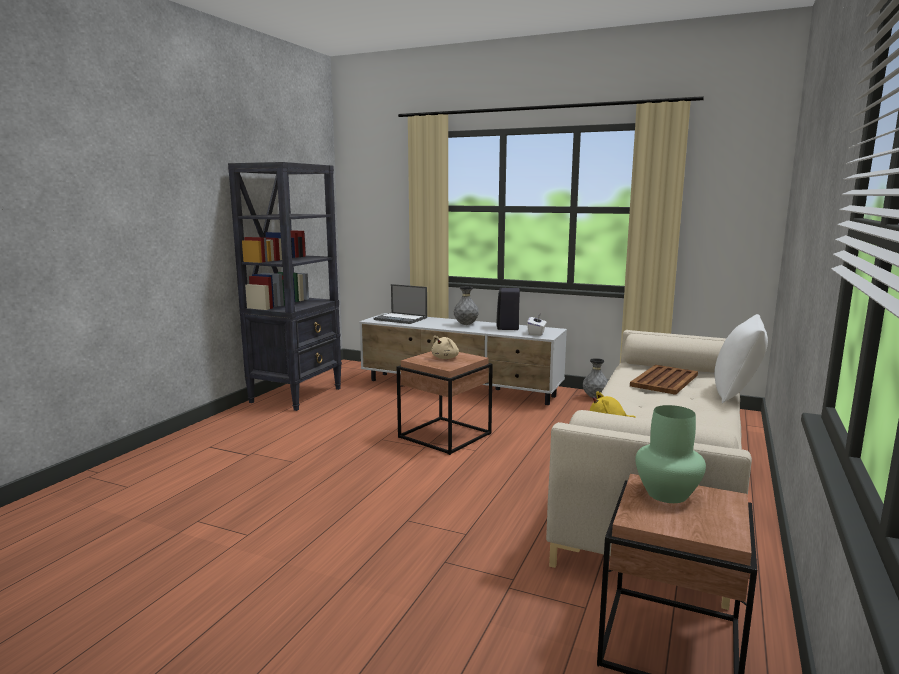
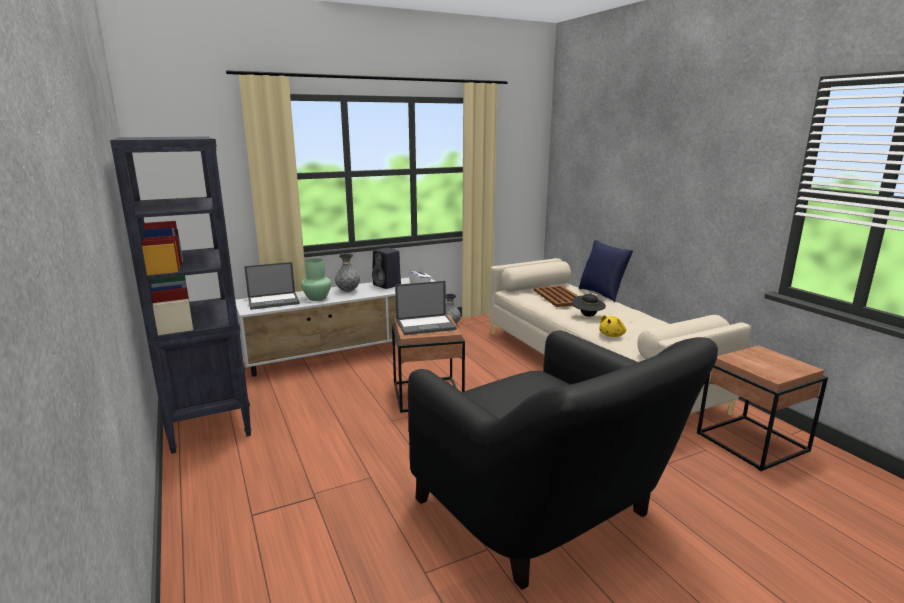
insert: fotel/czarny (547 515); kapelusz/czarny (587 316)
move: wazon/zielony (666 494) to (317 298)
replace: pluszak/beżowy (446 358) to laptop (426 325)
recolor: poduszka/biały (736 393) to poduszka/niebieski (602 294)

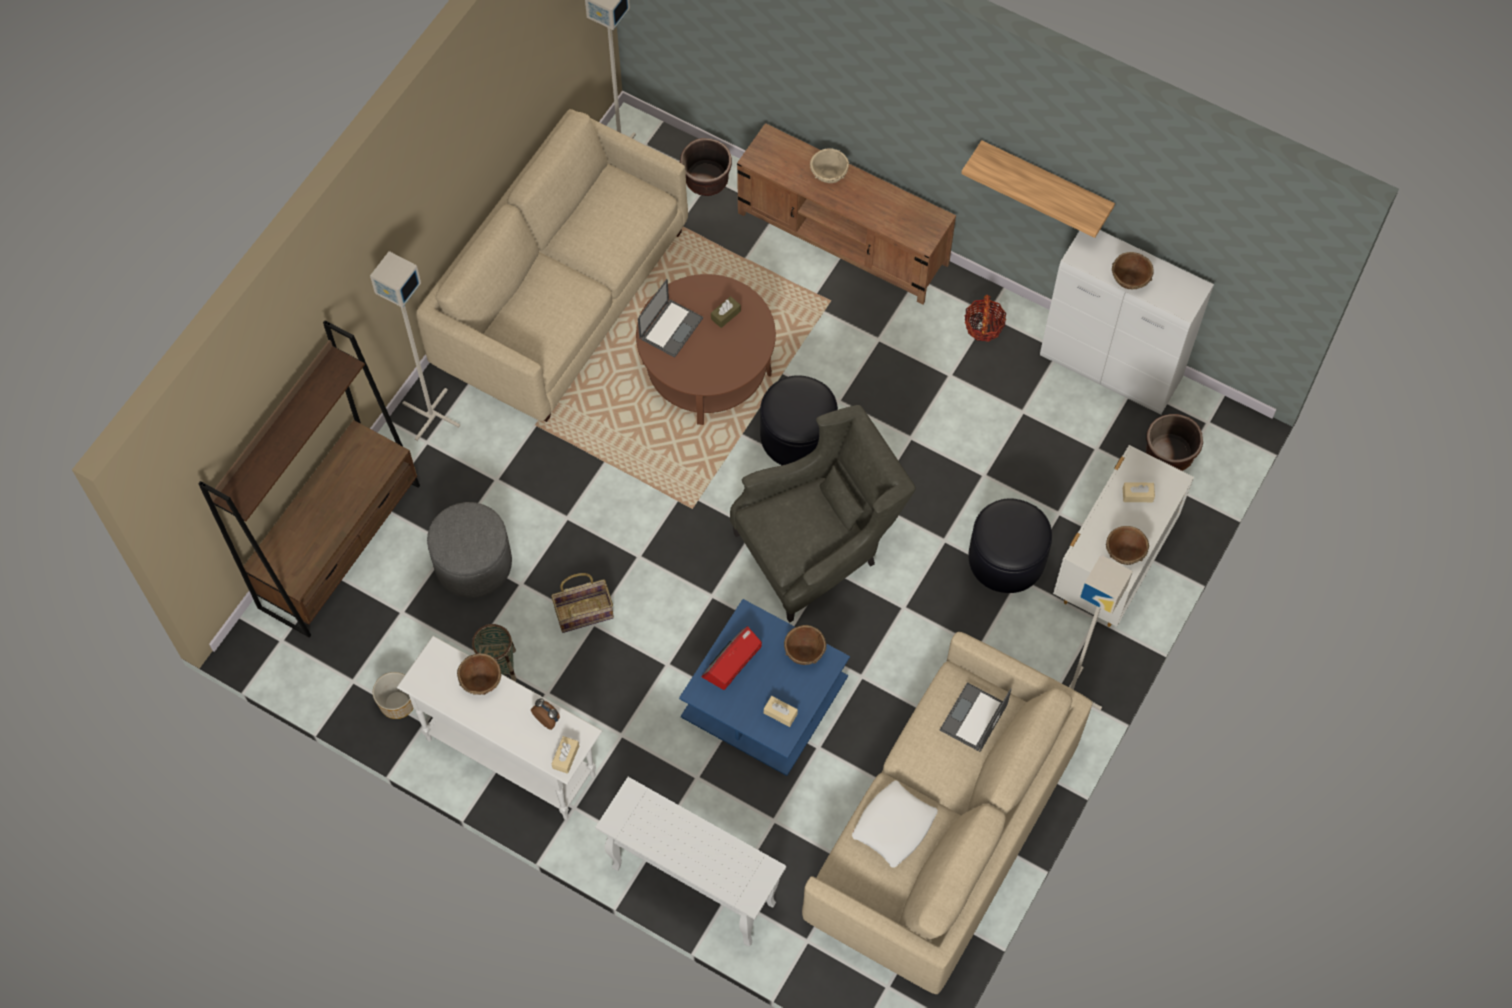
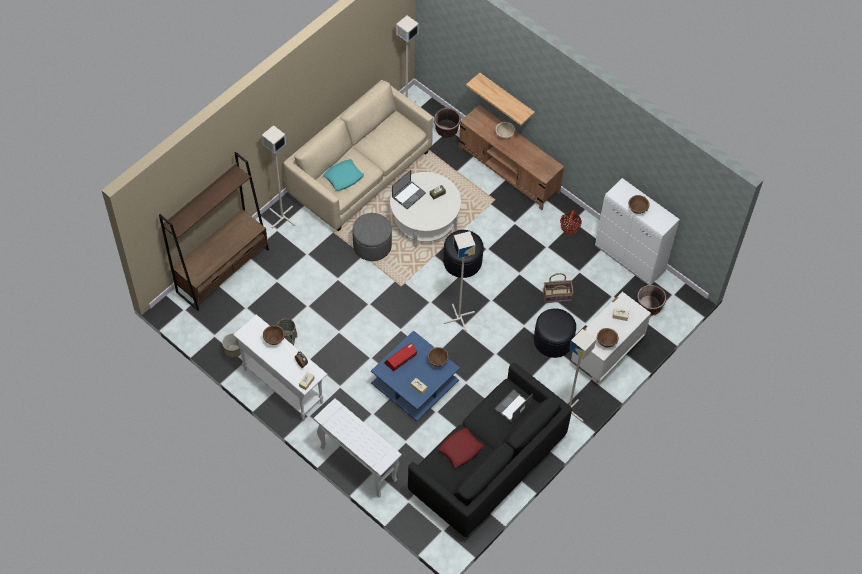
insert: poduszka/turkusowy (343 177)
move: pufa/szary (473 563) to (372 245); koszyk (584 612) to (557 295); półka (1045 182) to (506 97)
replace: fotel/szary (818 548) to lampa stojąca/szary (459 317)
recolor: ława/brązowy (707 368) to ława/biały (424 220); kanapa/beżowy (941 834) to kanapa/czarny (487 465); poduszka/biały (894 826) to poduszka/czerwony (460 449)

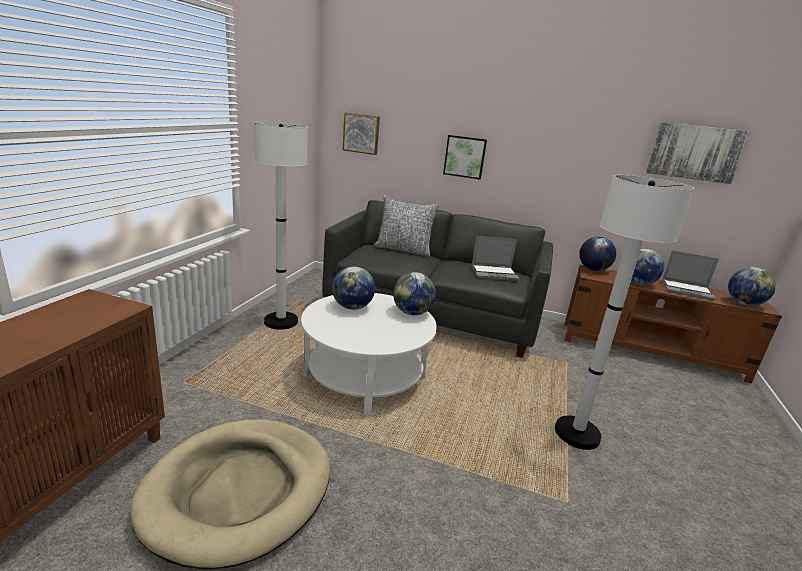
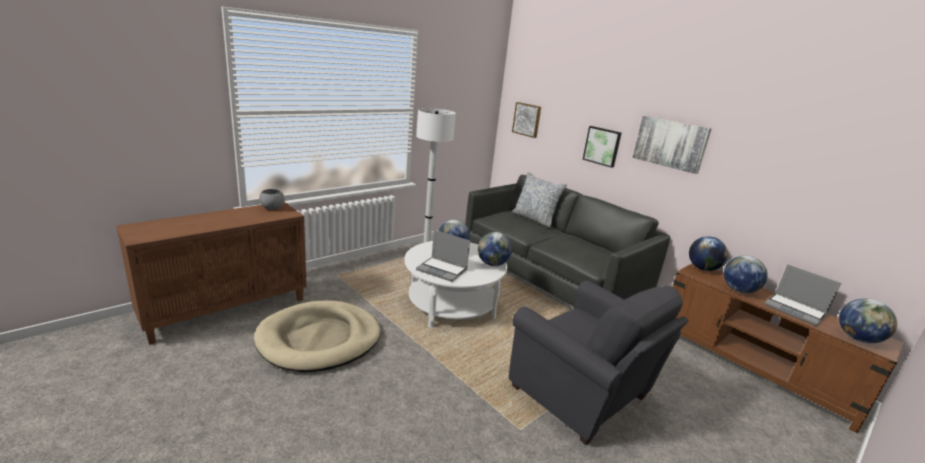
insert: miska/szary (272 208)
move: laptop (494 273) to (442 270); obraz (695 152) to (670 143)
replace: lampa stojąca/biały (577 434) to fotel/szary (583 396)

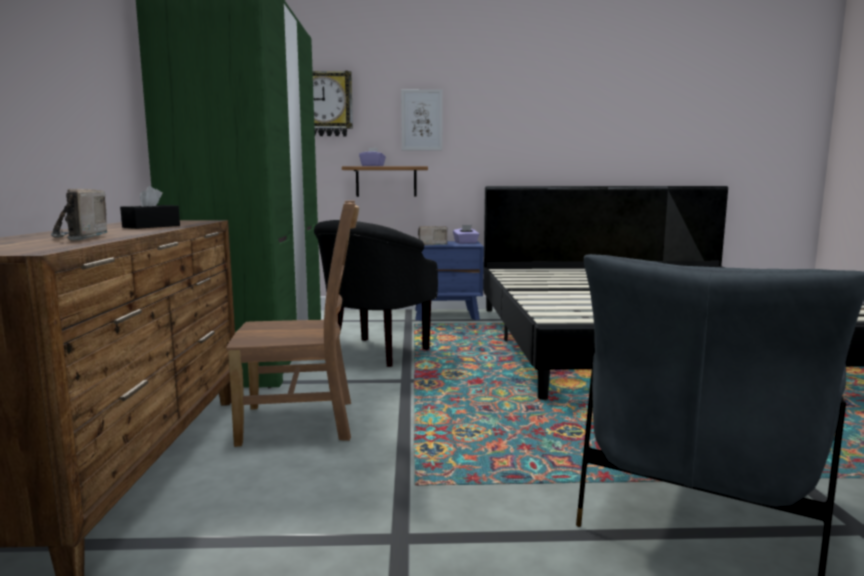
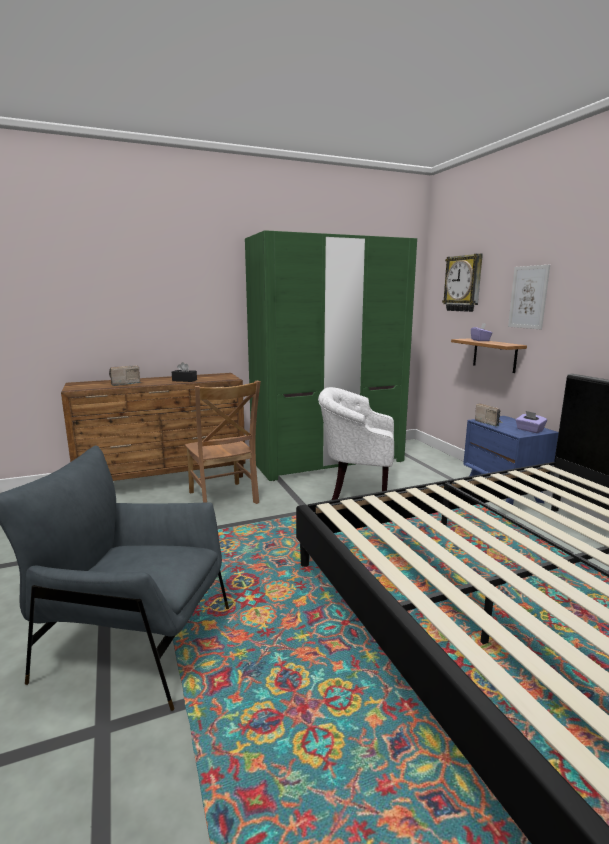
recolor: fotel/czarny (373 353) to fotel/biały (356 490)

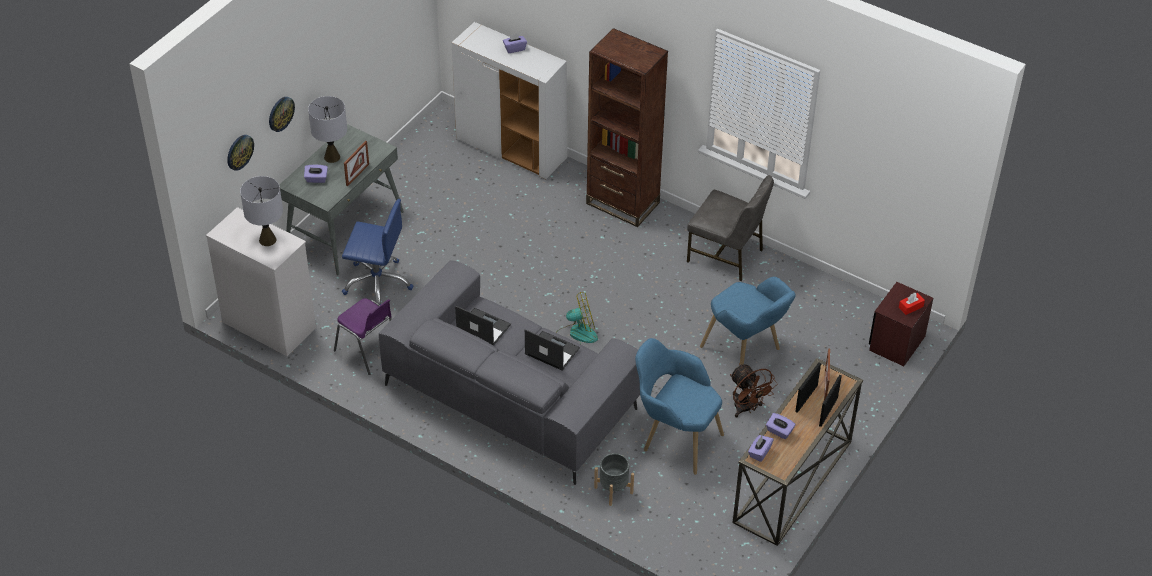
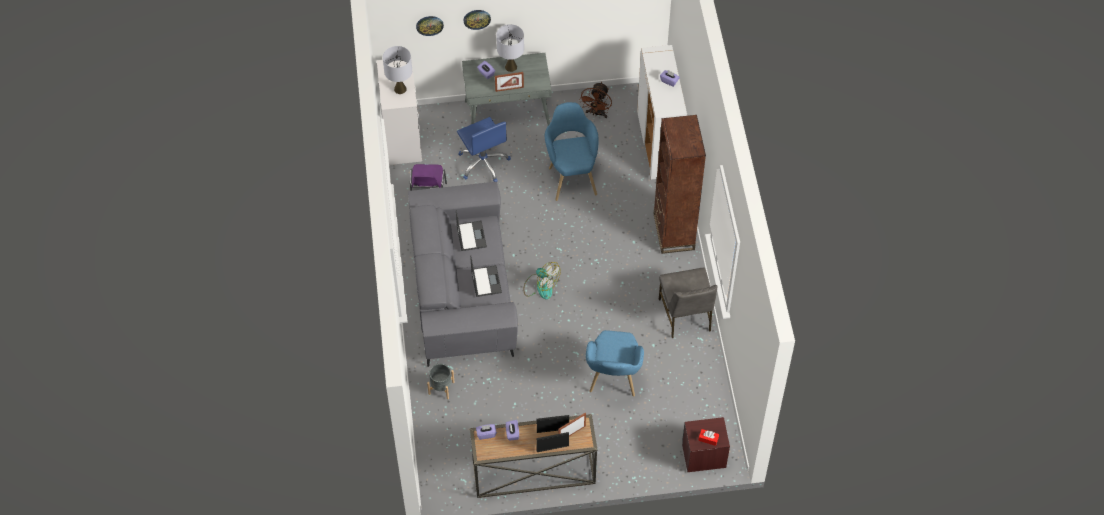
move: fotel/niebieski (674 438) to (571 175); wentylator/brązowy (747 409) to (596 113)

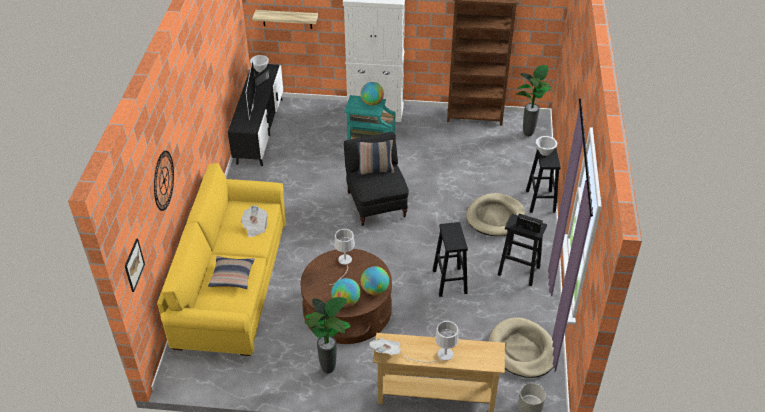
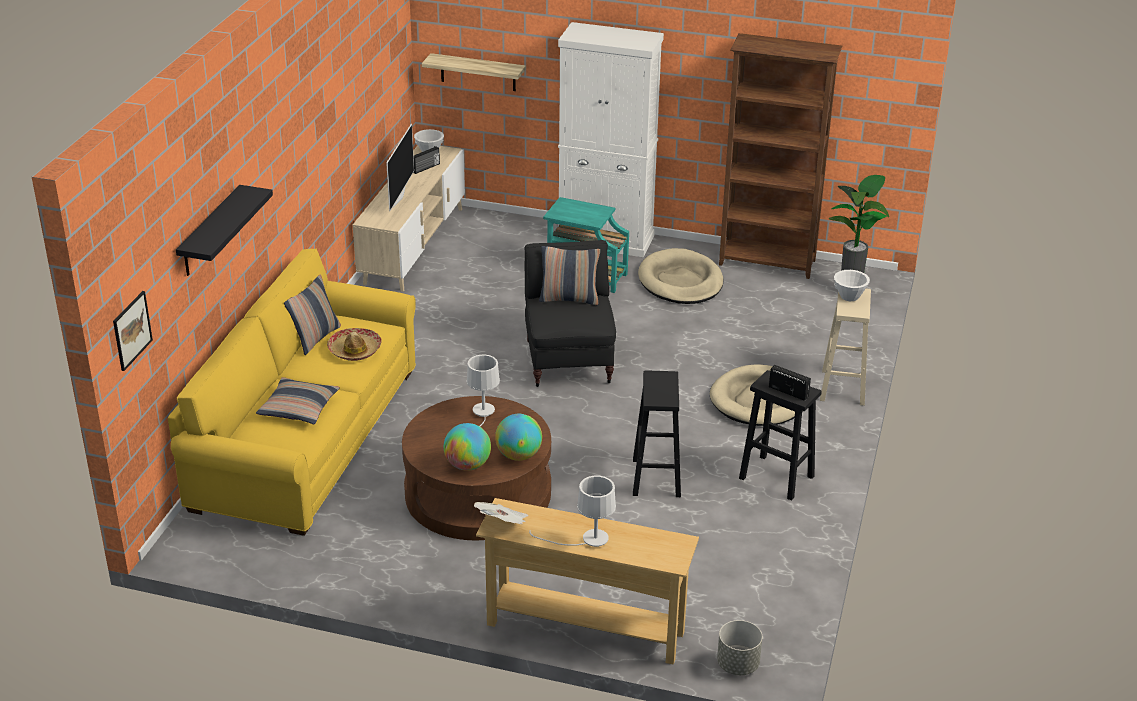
delete: roślina doniczkowa (329 369); globus (372 103)
insert: poduszka (315 338)
move: legowisko/beżowy (522 350) to (680 281)
replace: zegar ścienny (163 180) to półka/czarny (210 232); gazeta (255 227) to kapelusz (355 350)
recolor: szafka pod telewizor/czarny (260 130) to szafka pod telewizor/beżowy (414 245); stołek/czarny (541 202) to stołek/beżowy (843 388)

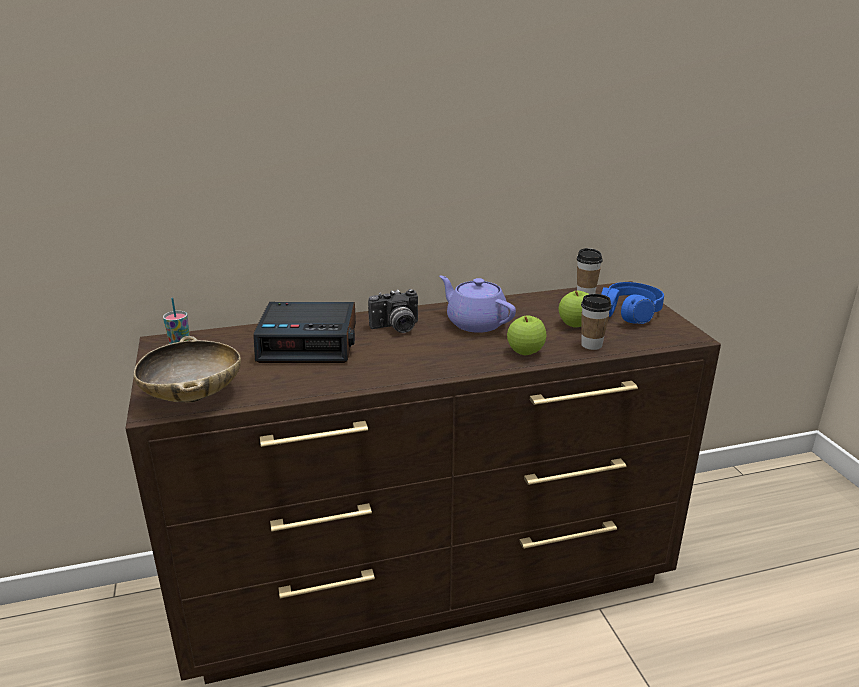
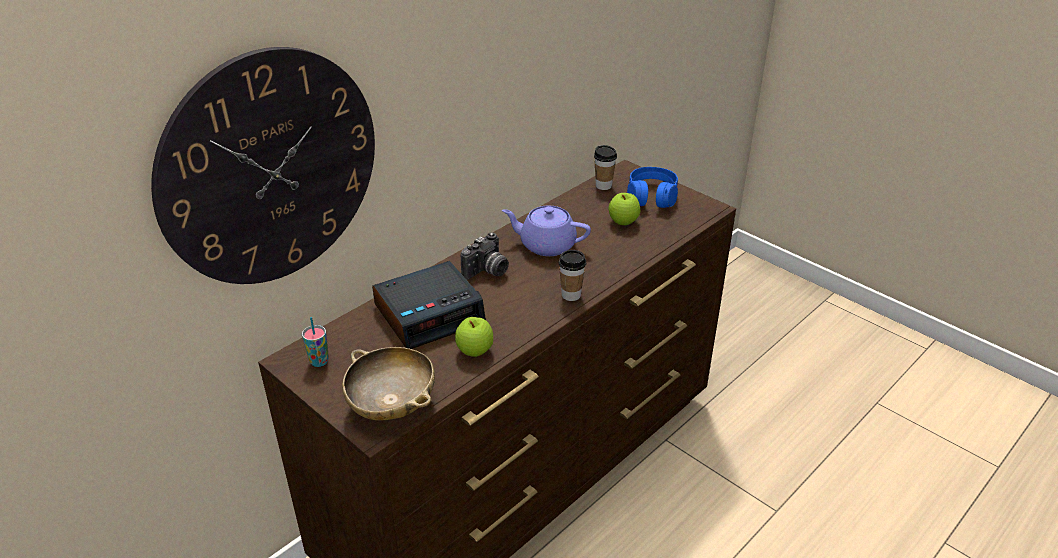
insert: zegar ścienny (271 169)
move: jabłko (525 352) to (474 351); filiżanka (591 345) to (571 295)

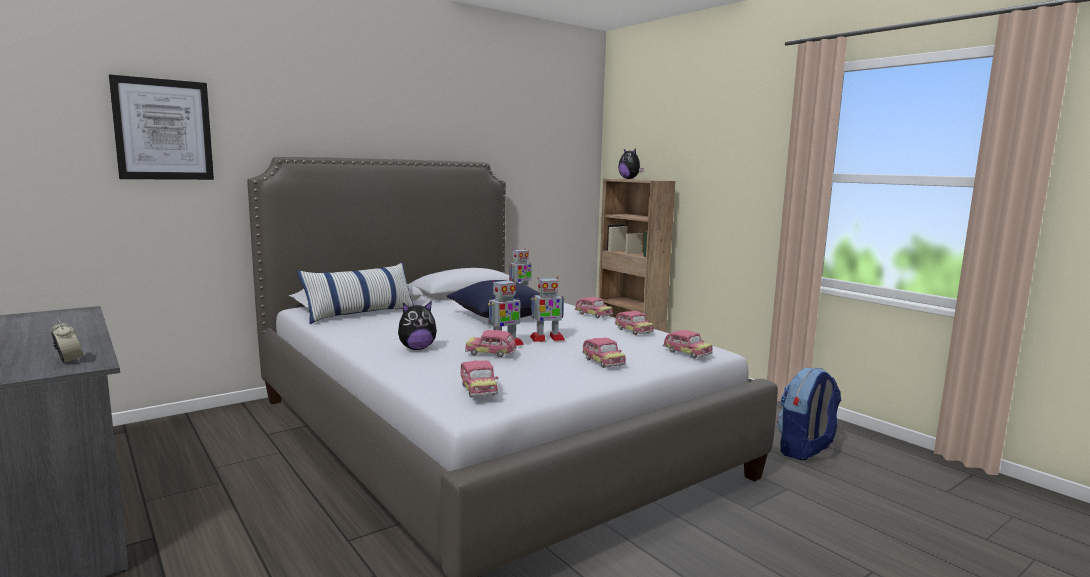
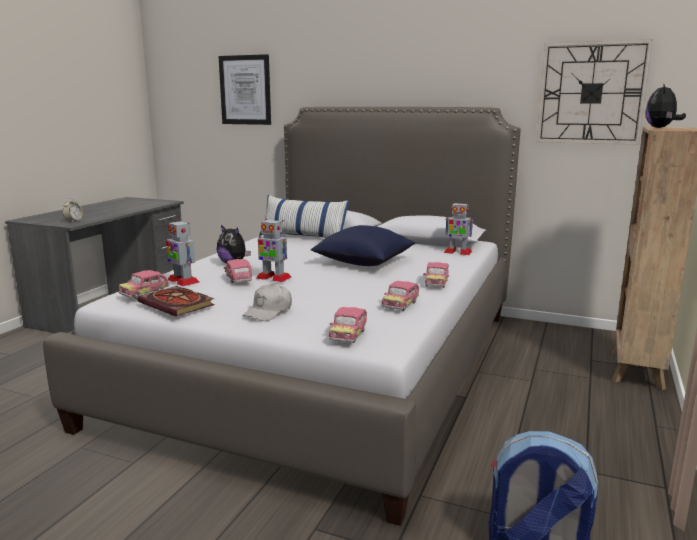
insert: książka (178 304); zegar ścienny (591 93)
move: robot zabawkowy (547 338) to (183 281)
replace: samochodzik (602 362) to czapka z daszkiem/biały (268 312)

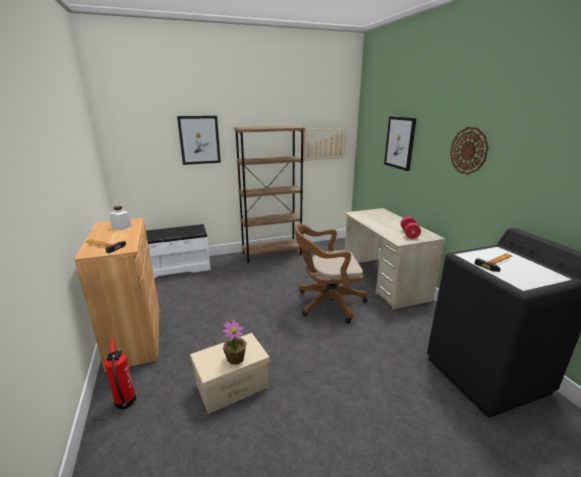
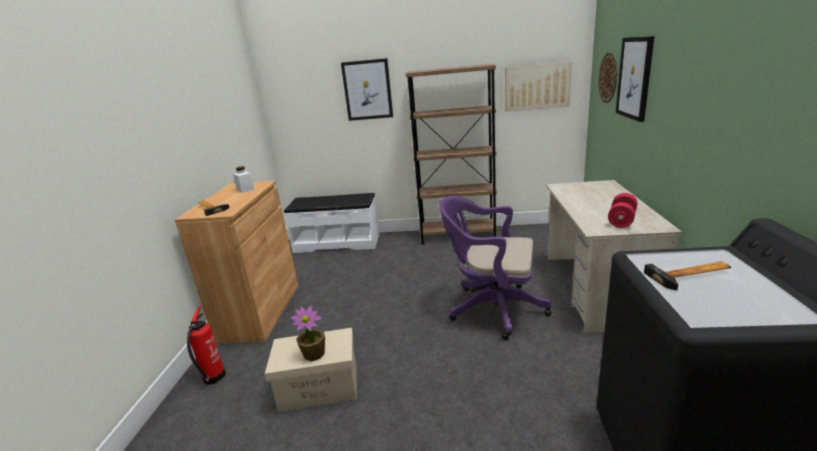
move: zegar ścienny (468 150) to (608 78)
recolor: krzesło biurowe/brązowy (326 303) to krzesło biurowe/fioletowy (491 308)

